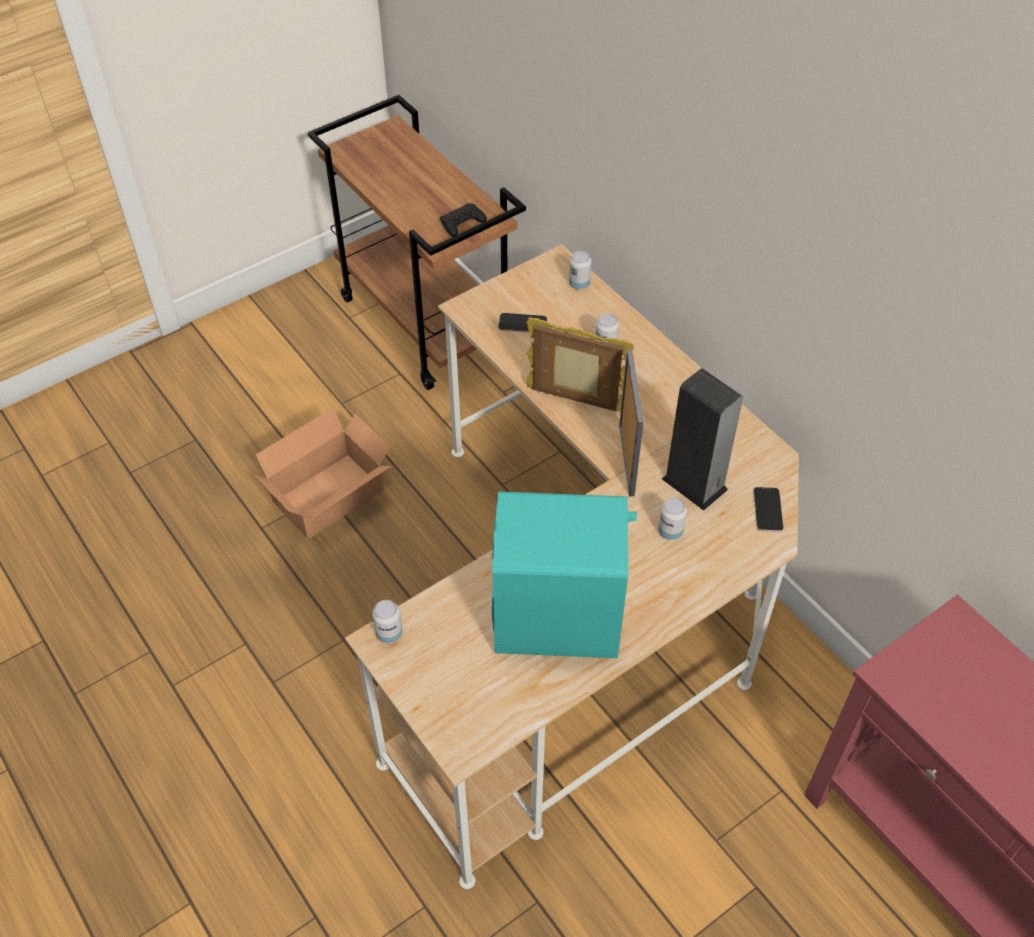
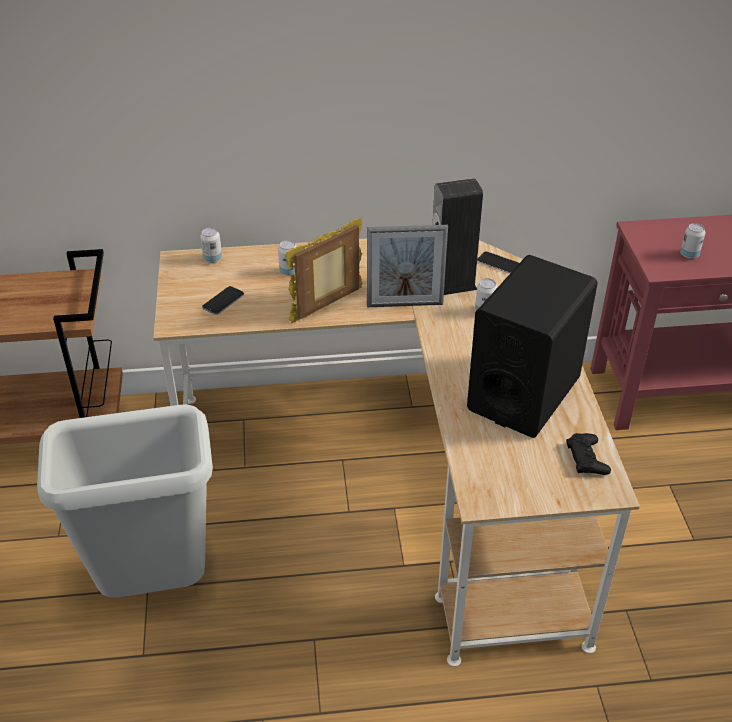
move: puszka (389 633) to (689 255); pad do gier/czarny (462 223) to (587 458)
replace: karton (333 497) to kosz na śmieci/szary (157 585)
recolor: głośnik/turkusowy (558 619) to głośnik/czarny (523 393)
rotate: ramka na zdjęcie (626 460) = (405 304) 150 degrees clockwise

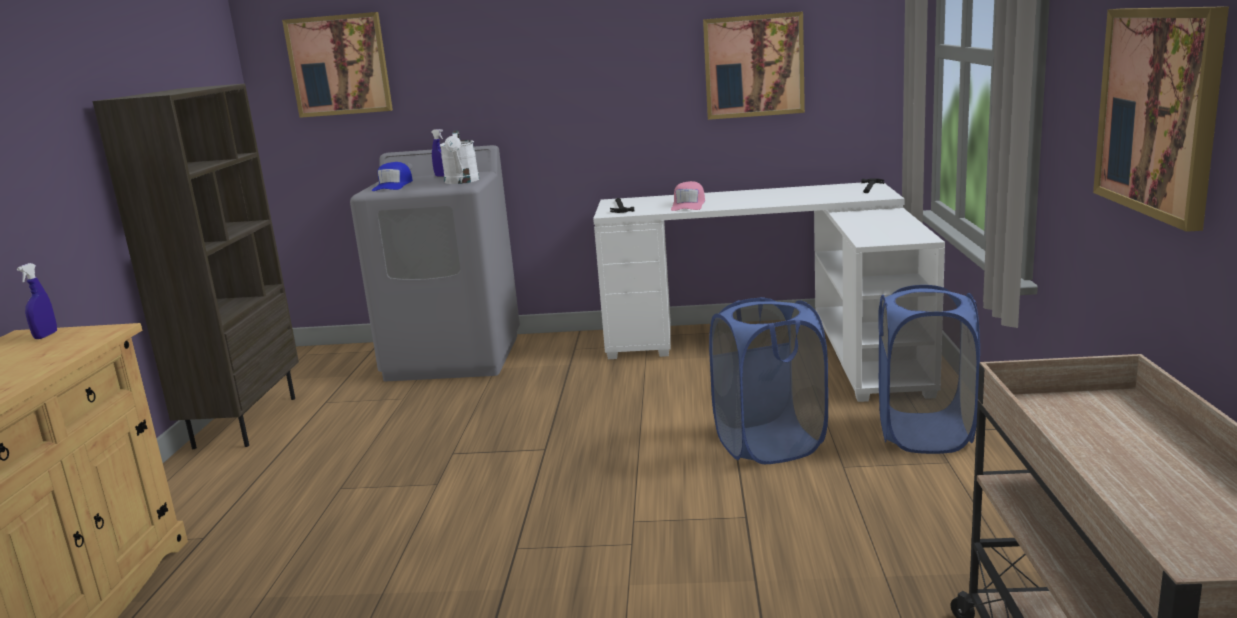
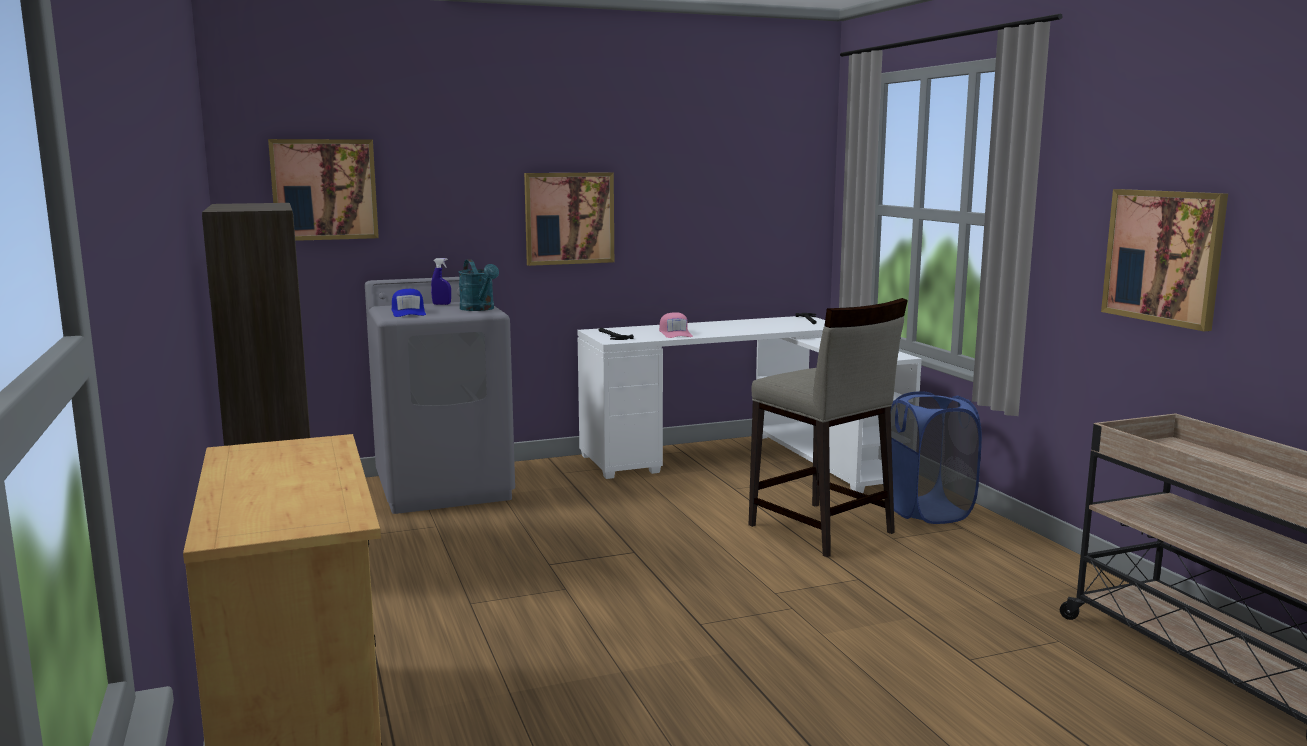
delete: spryskiwacz/niebieski (46 335)
move: obraz (753 66) to (569 218)
replace: kosz na pranie/niebieski (769 445) to stołek/beżowy (821 529)
recolor: konewka/biały (461 182) to konewka/turkusowy (479 309)

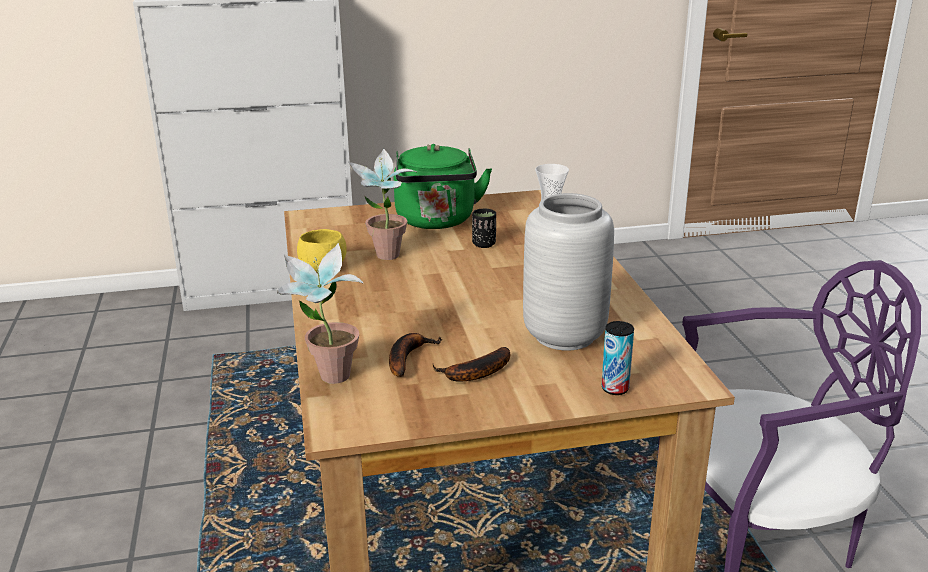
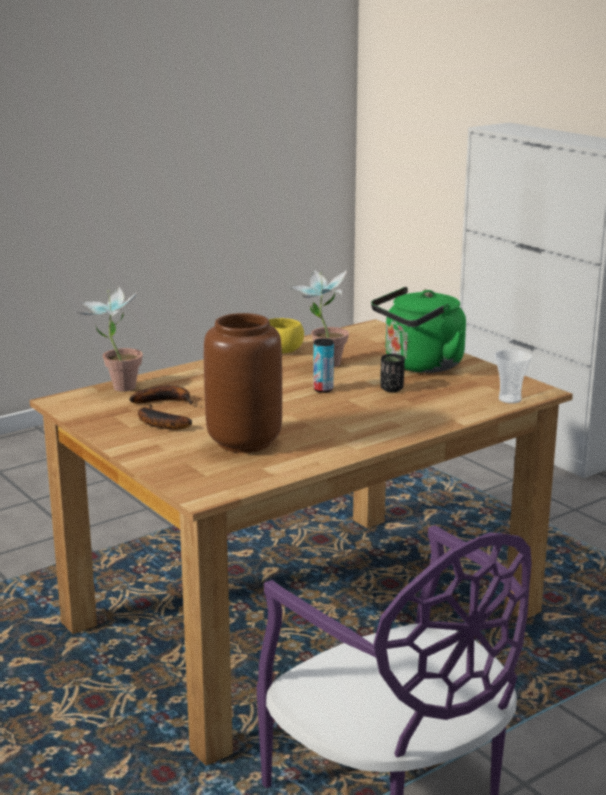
move: puszka (615 388) to (323 389)
recolor: wazon/szary (562 335) to wazon/brązowy (244 441)

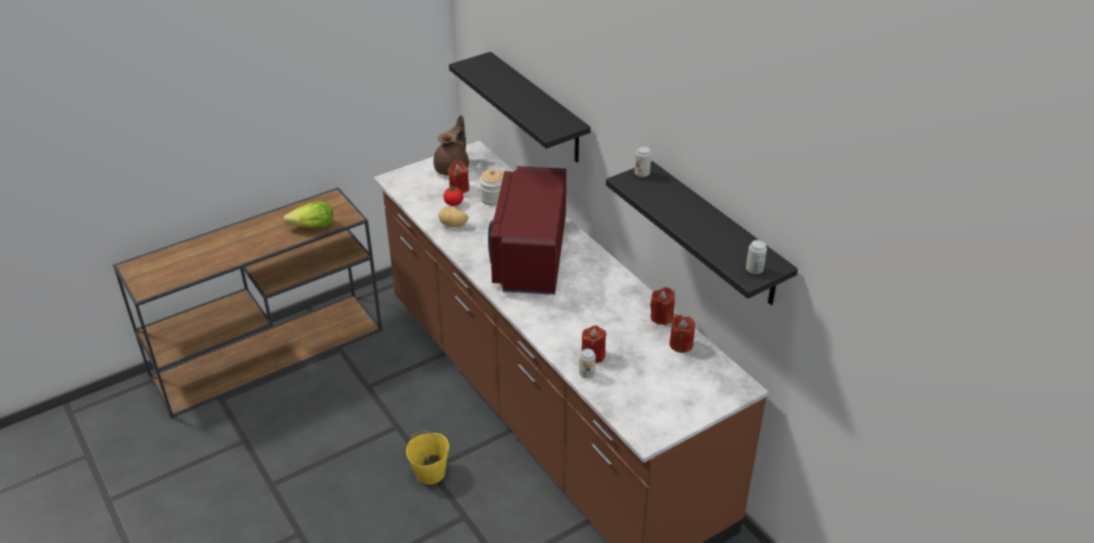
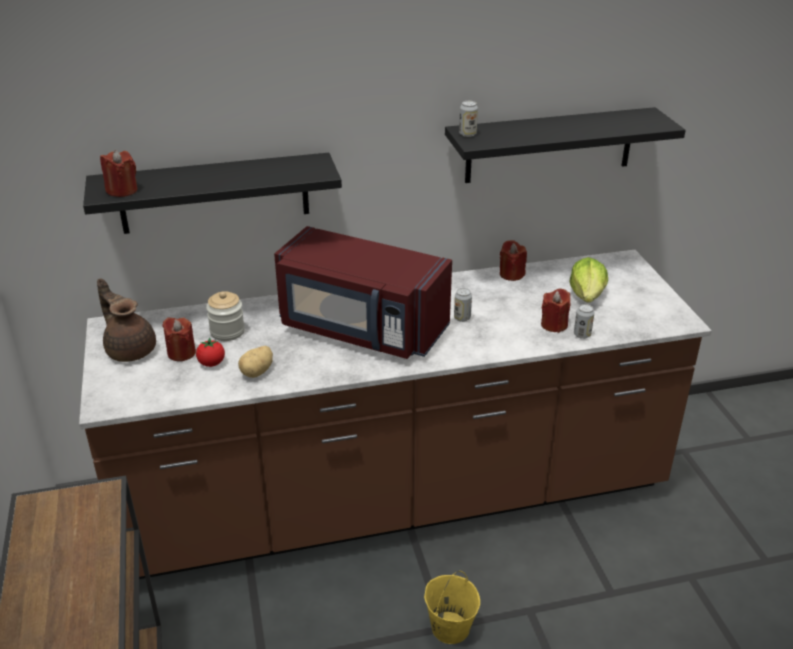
move: sałata (312 227) to (587 295); świeca/czerwony (681 344) to (122 190); puszka (754 269) to (462 318)

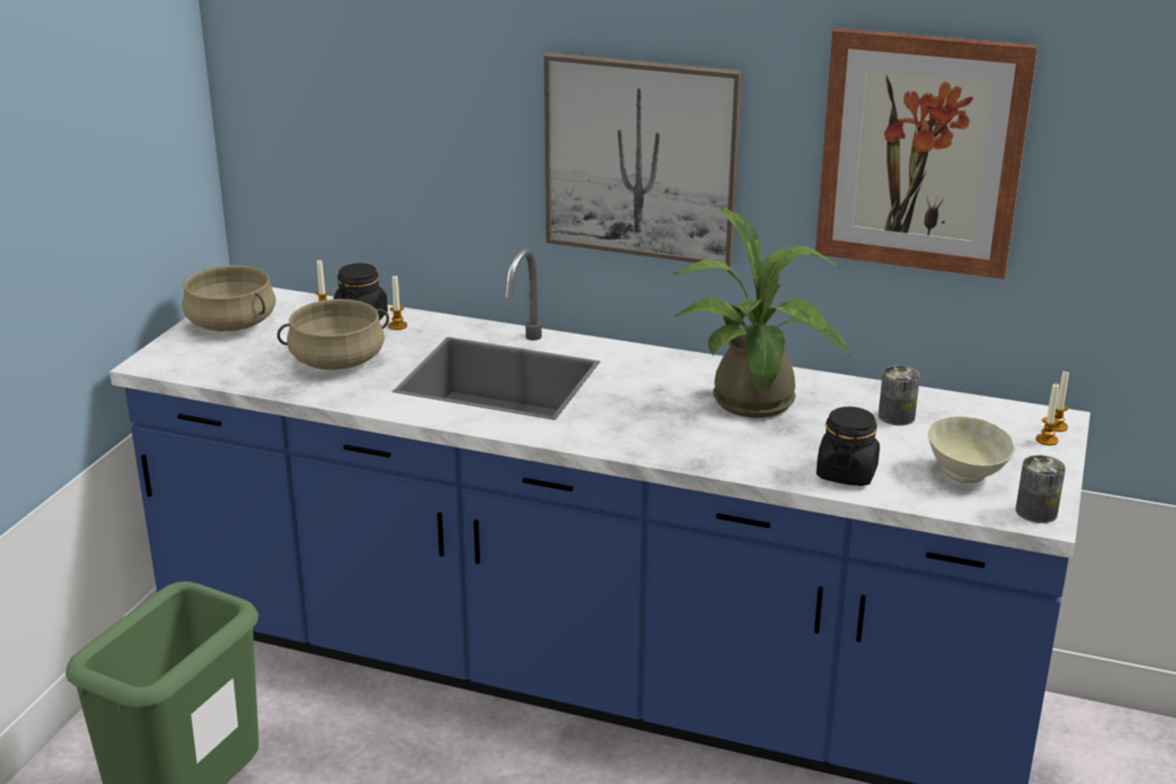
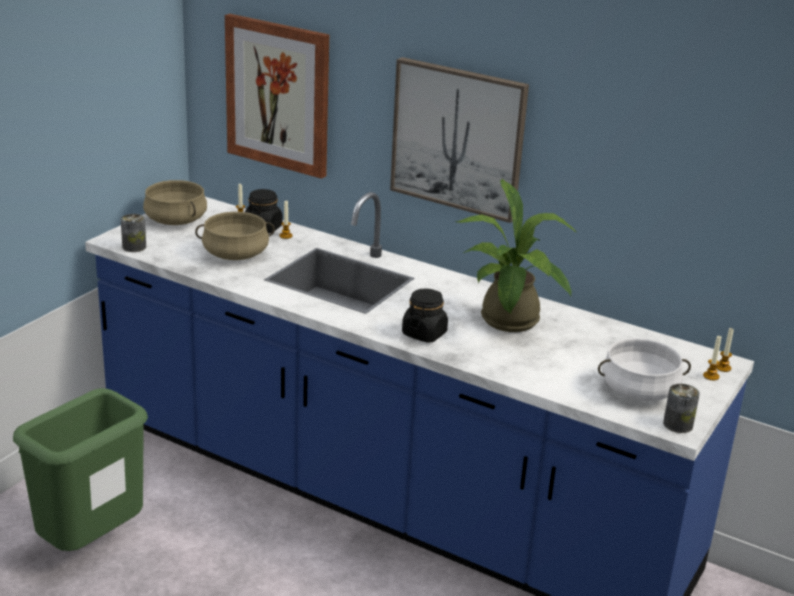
move: obraz (921 153) to (278 95); słoik/czarny (846 473) to (424 333); puszka (896 416) to (134 247)
replace: miska/beżowy (965 474) to garnek/biały (638 391)

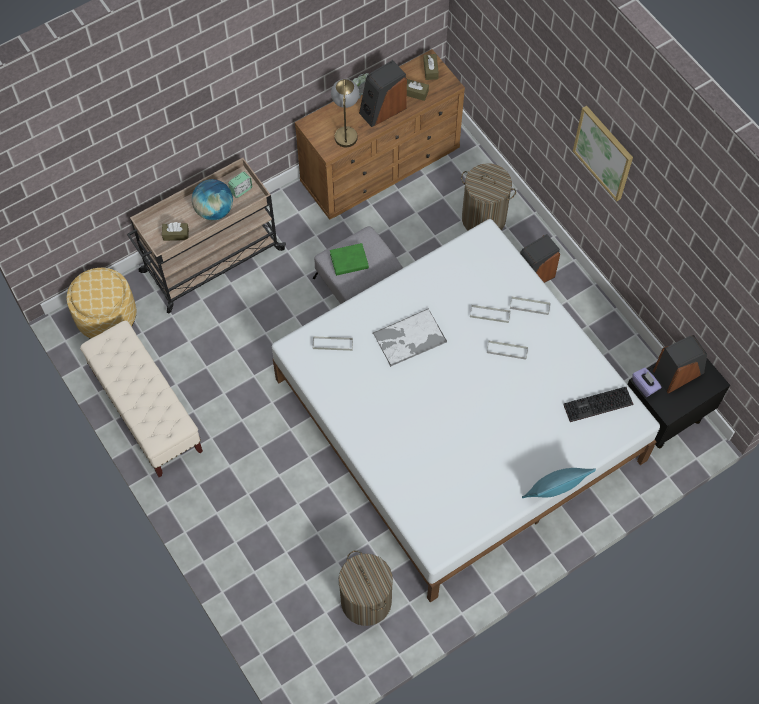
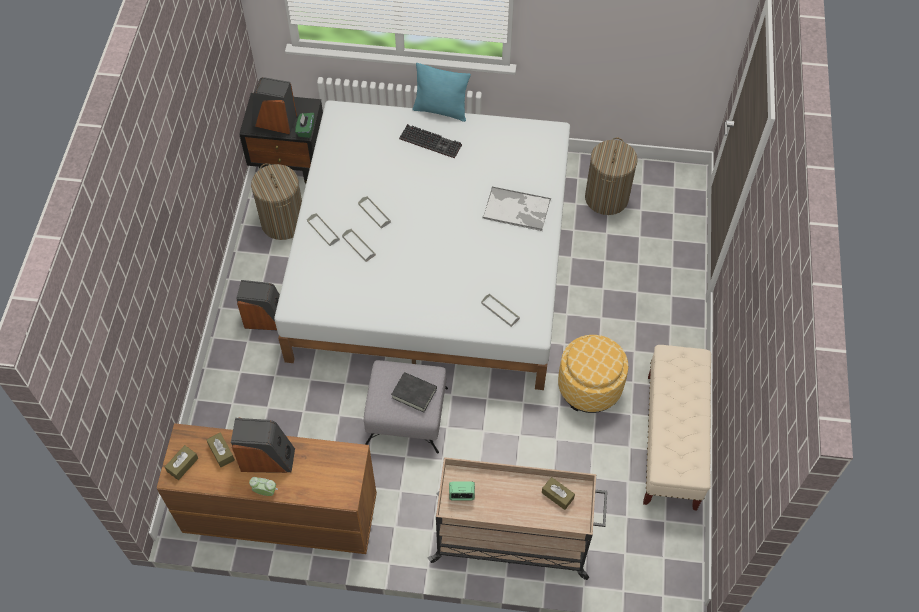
delete: globus (214 210); lampa stołowa (345 130); obraz (604 152)
move: pufa (107 317) to (589 387); taca (409 338) to (517 209); kosz na pranie (484 218) to (283 222); klawiatura (597 406) to (432 141)
recolor: książka/zielony (349 261) to książka/czarny (414 393); pudełko chusteczek/fioletowy (645 385) to pudełko chusteczek/zielony (305 130)

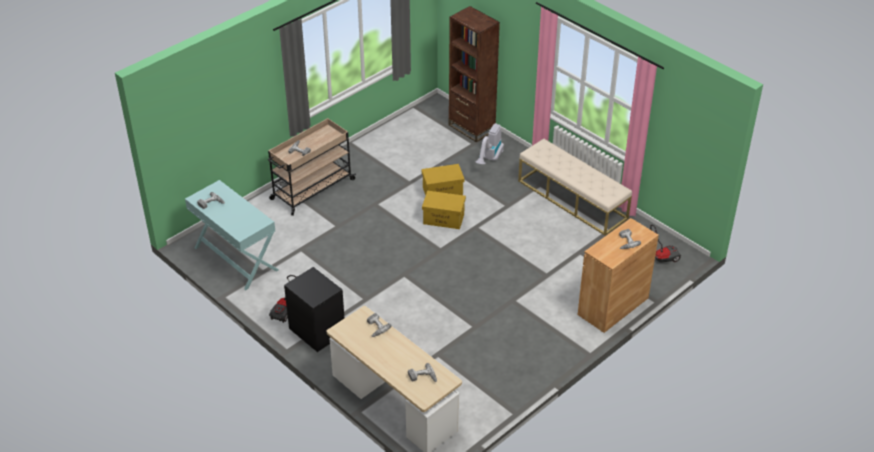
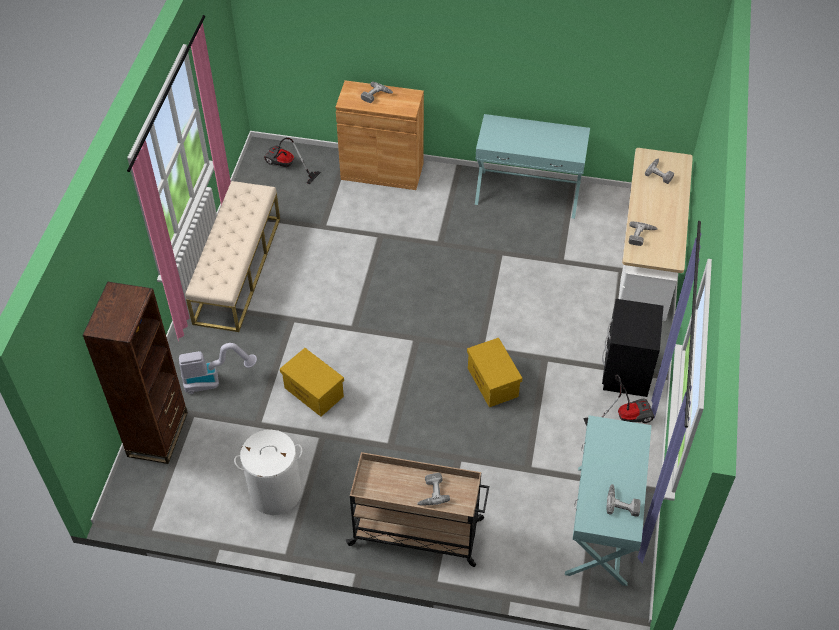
insert: kosz na pranie/biały (275 493); stolik konsolowy/turkusowy (528 193)
move: pojemnik do przechowywania/żółty (444 219) to (492 382)

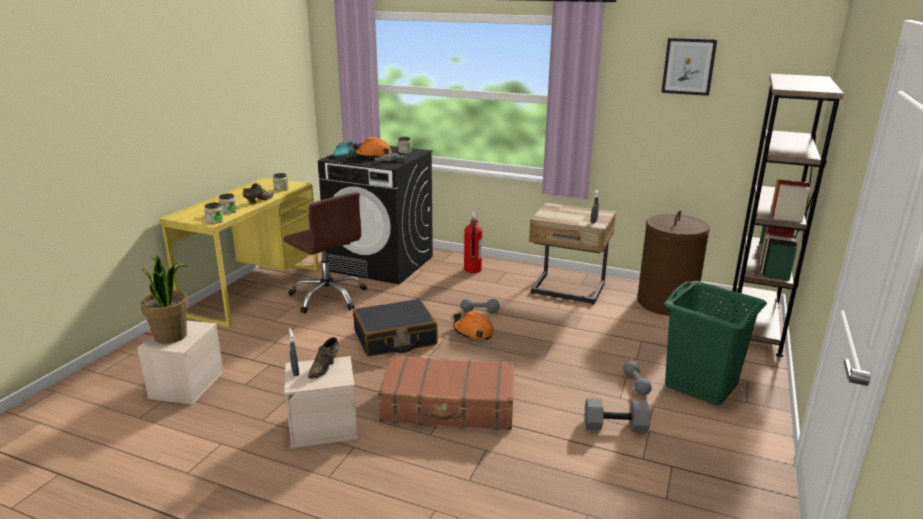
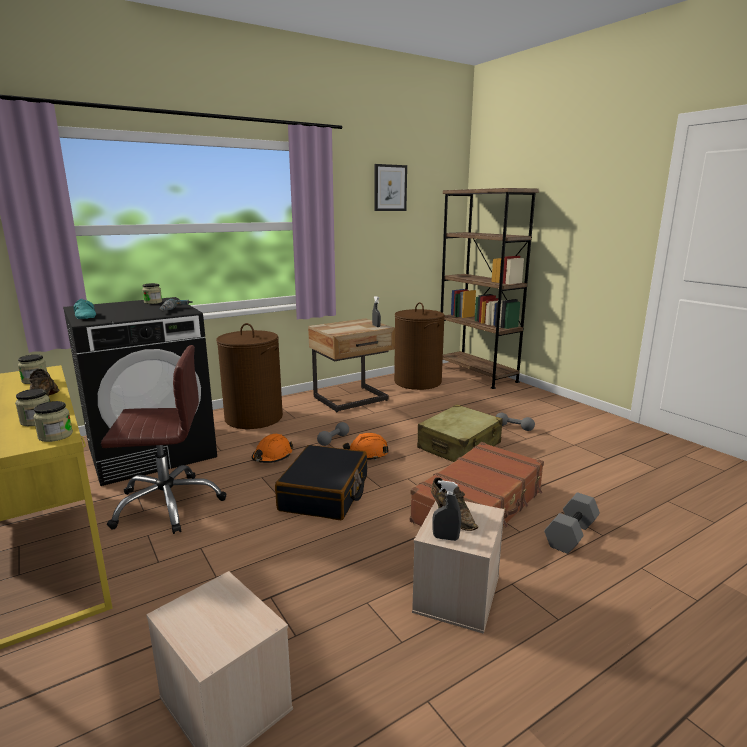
delete: roślina doniczkowa (171 336); kosz na pranie/zielony (701 385)
insert: walizka/beżowy (459 446)
move: kask/pomarańczowy (373 156) to (272 456); hantel/szary (615 426) to (570 533)
replace: gaśnica (472 270) to kosz na pranie/brązowy (253 418)

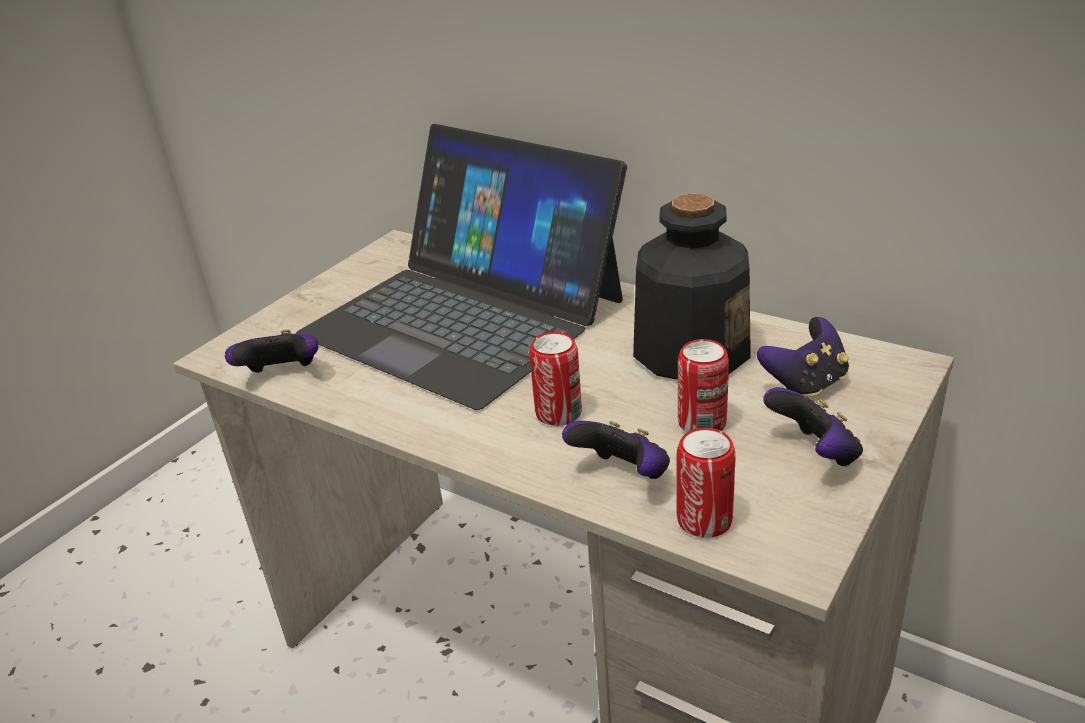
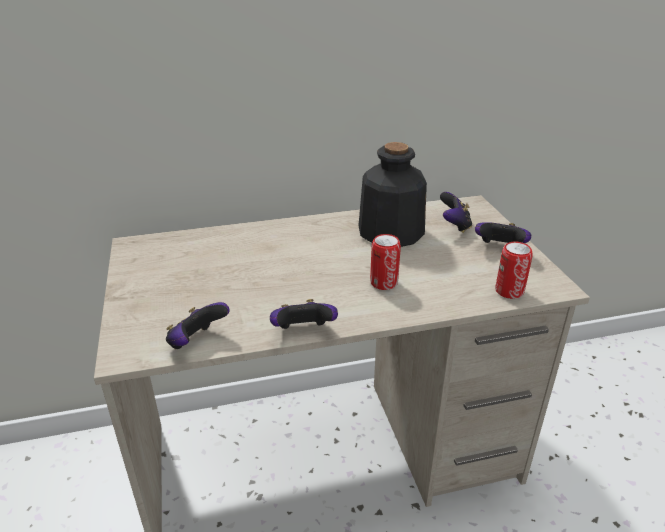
delete: laptop (464 316); puszka (702 423)
move: pad do gier (623 475) to (303 331)

